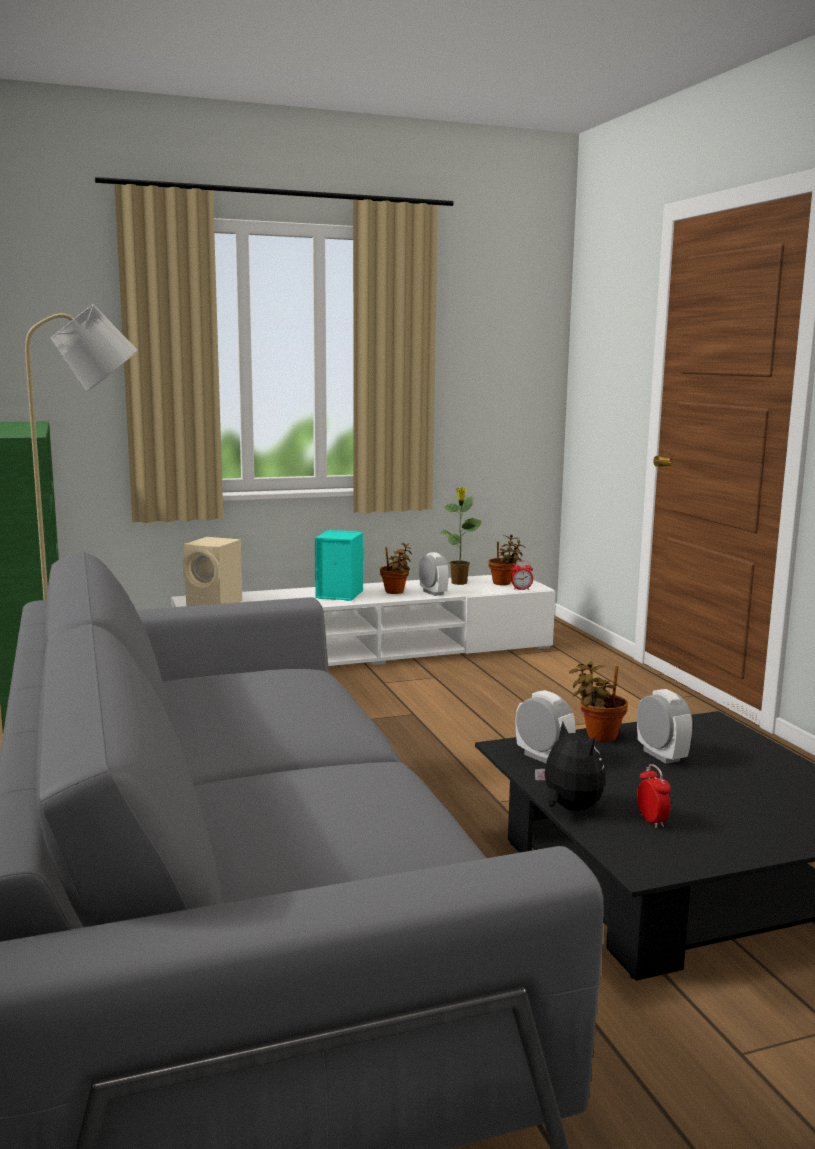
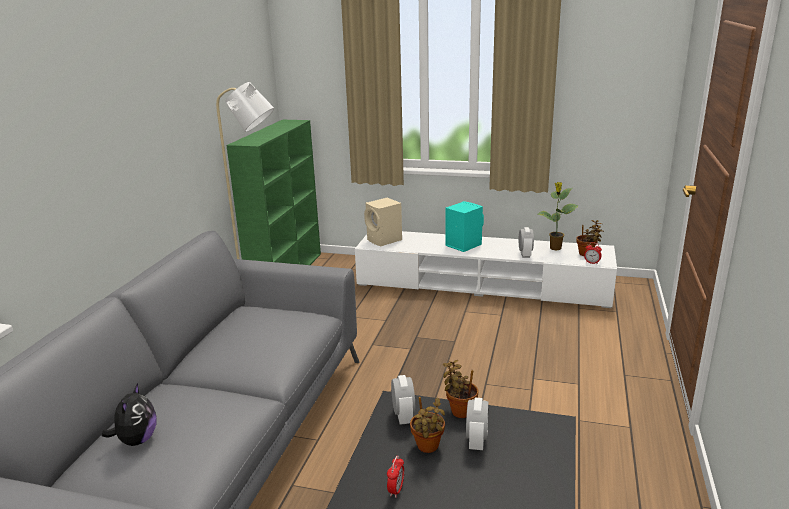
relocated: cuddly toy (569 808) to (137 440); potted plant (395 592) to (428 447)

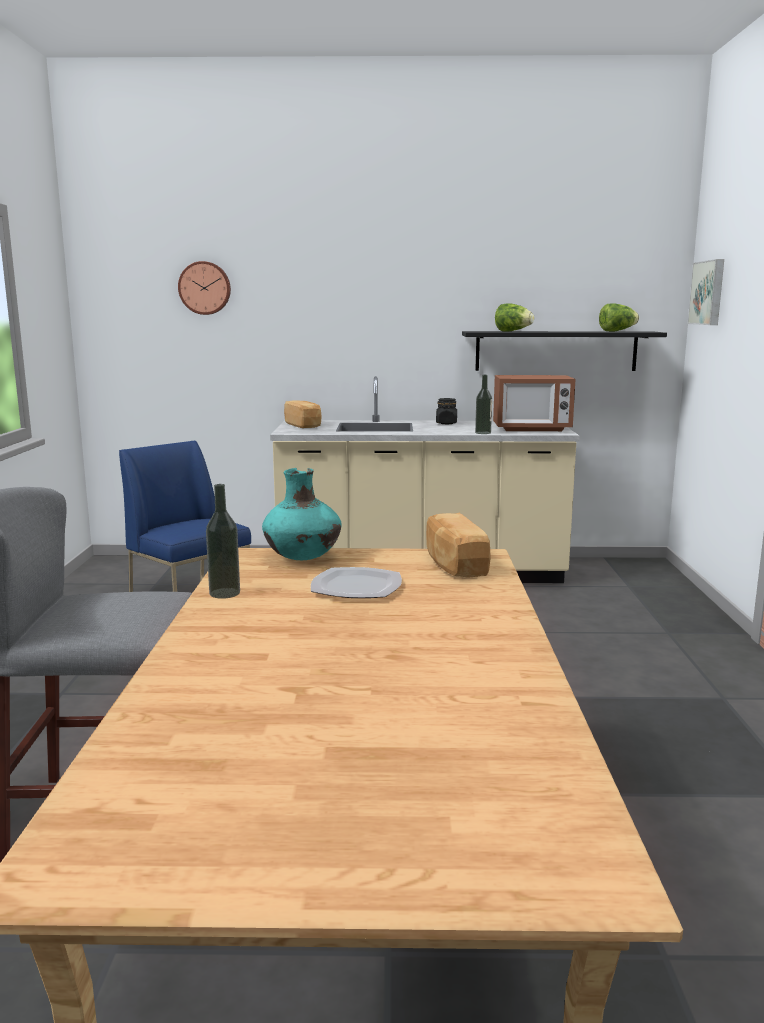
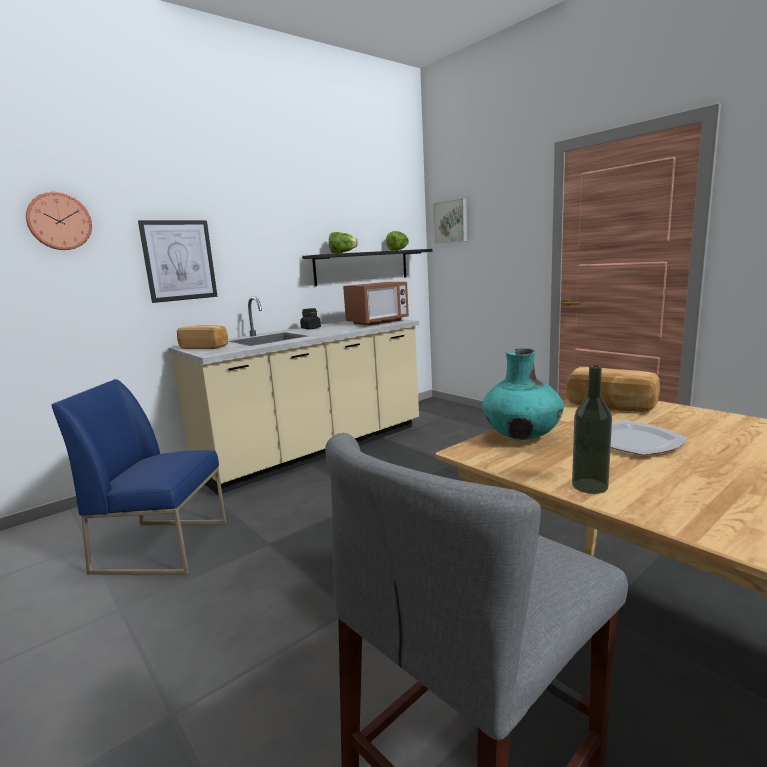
missing: beverage bottle (483 433)
appeared: wall art (179 260)

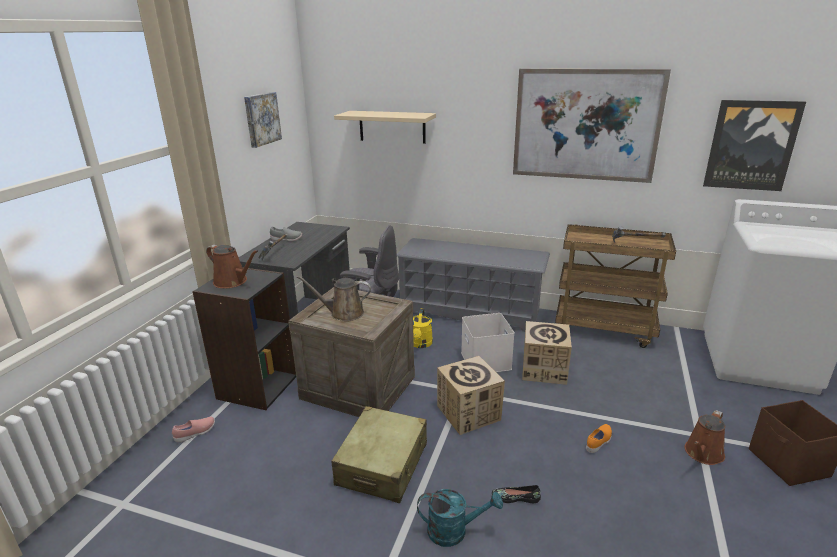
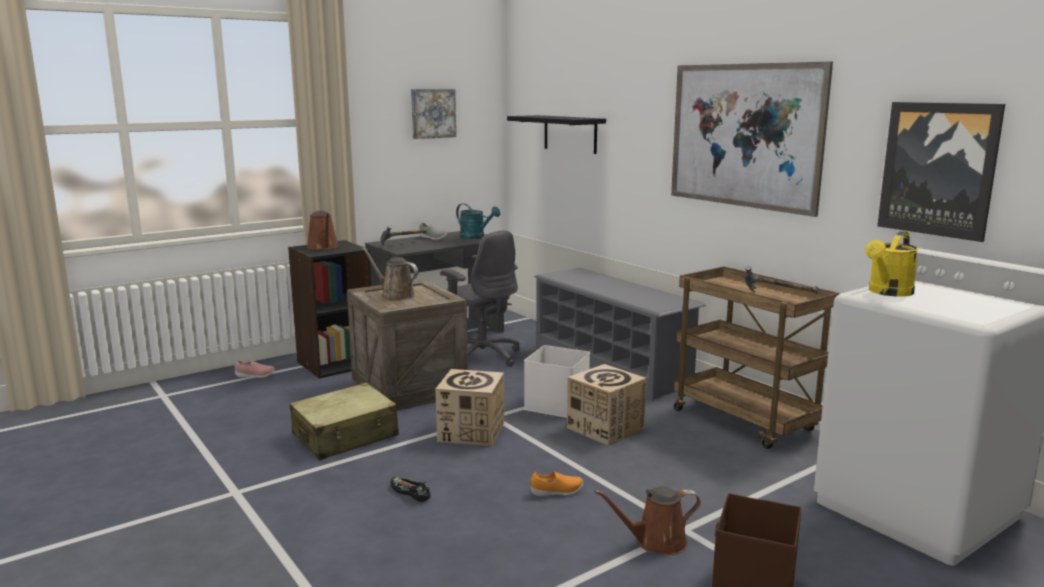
relocated: turquoise sprinkling can (454 531) to (476 237); yellow-coloured sprinkling can (420 344) to (888 292)
colour: sand-coloured shelf (392 127) to blackish shelf (570 134)

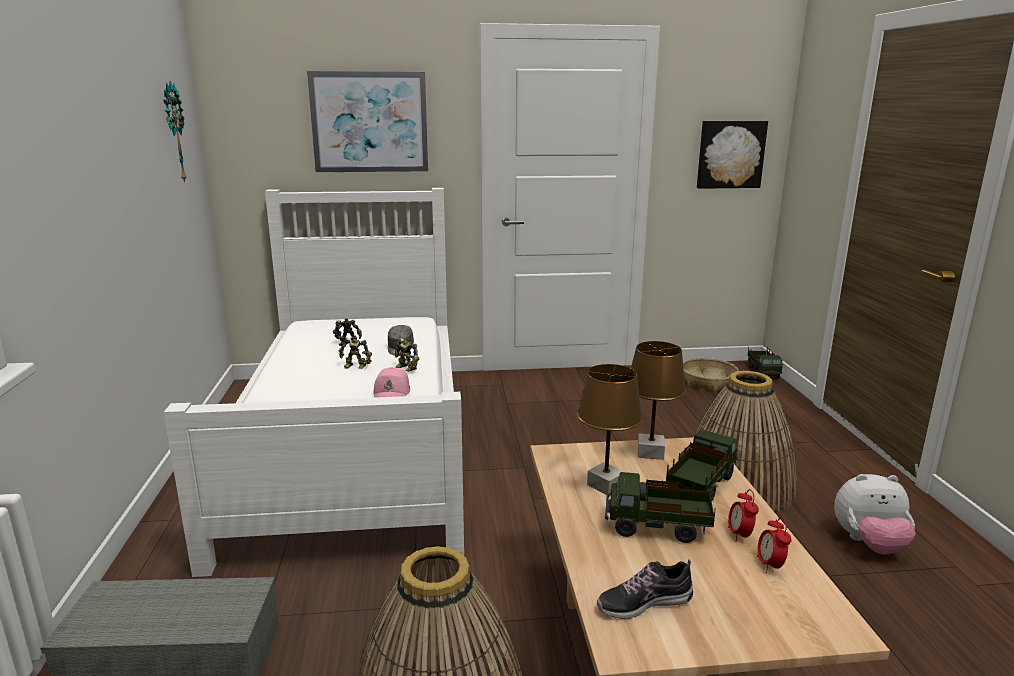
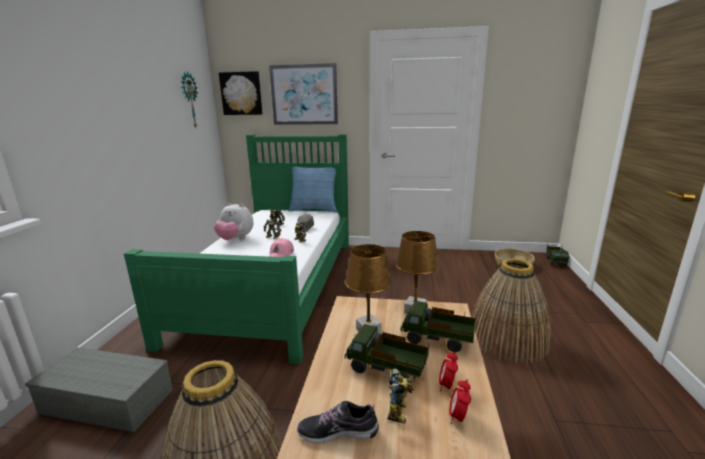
appeared: throw pillow (314 209); robot figure (400 411)
relocated: cuddly toy (869 544) to (235 239); wall art (730 154) to (241 93)
colour: white-coloured bed (355 446) to green bed (274 284)
spun: model truck (700 485) = (437 340) 120 degrees counterclockwise

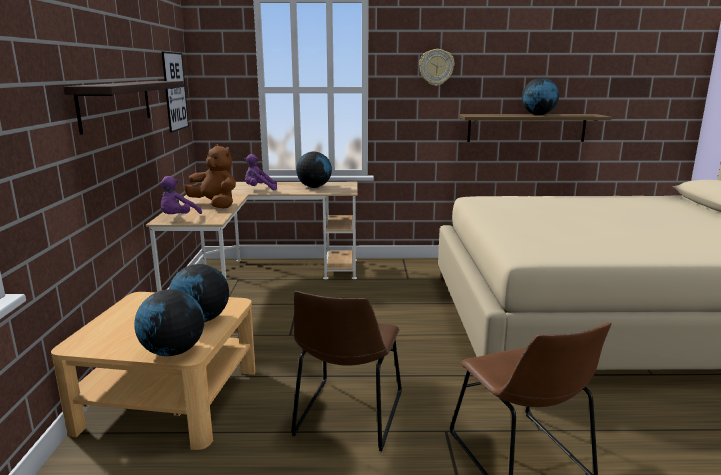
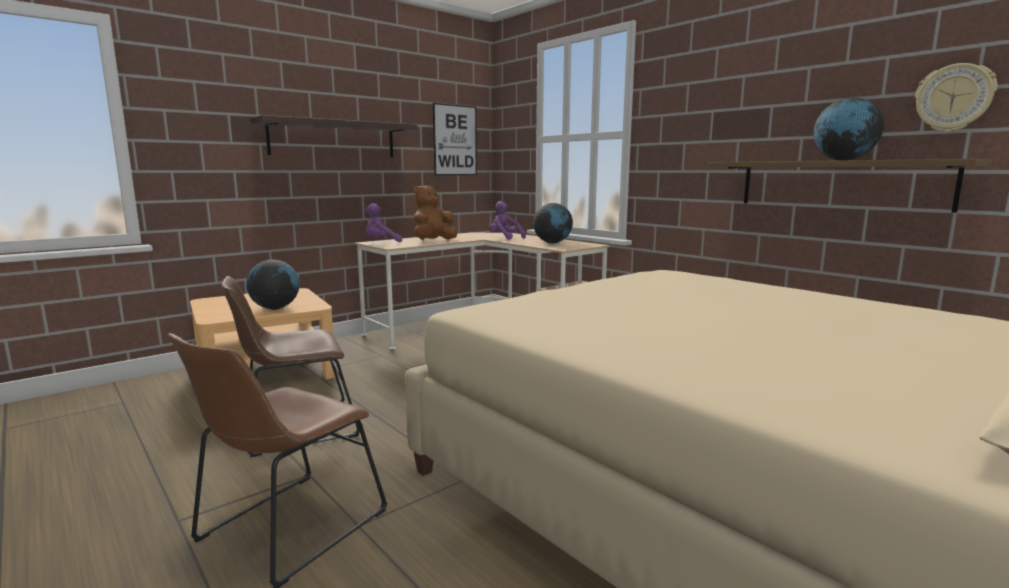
missing: globe (173 352)
relocated: clock on the wall (436 67) to (954 98)
spun: brownish cuddly toy (215 205) = (433 241) 135 degrees counterclockwise

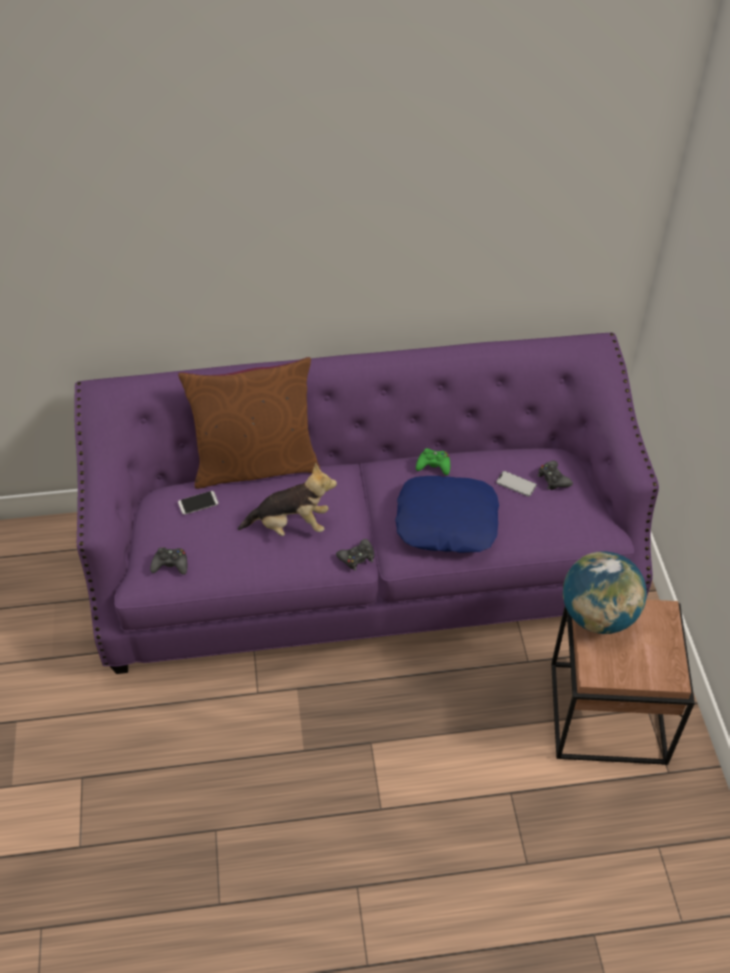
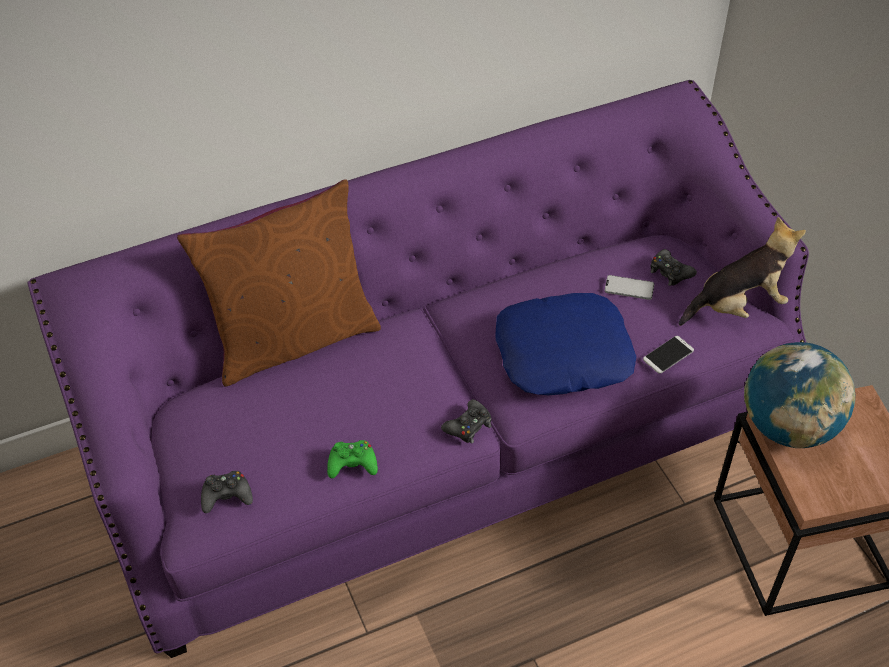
relocated: green game controller (433 465) to (352 463); phone (198 503) to (668 355); cuddly toy (291 525) to (737 306)

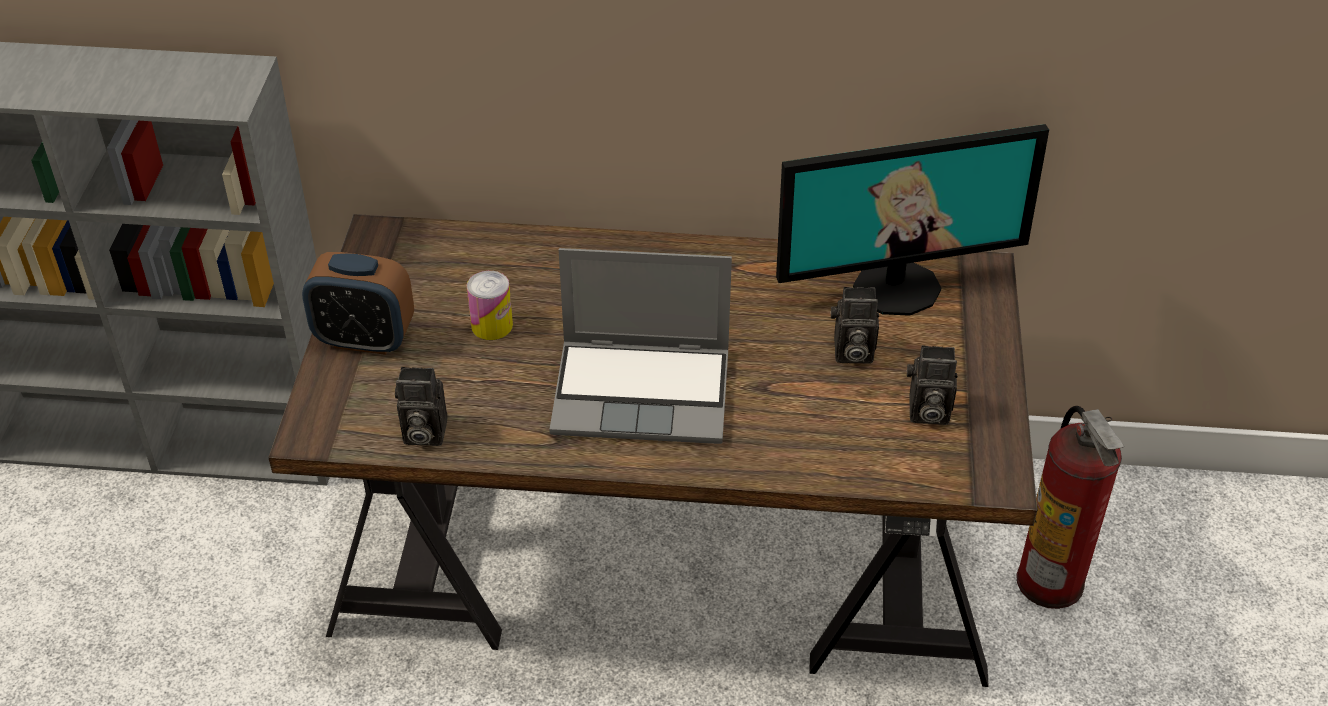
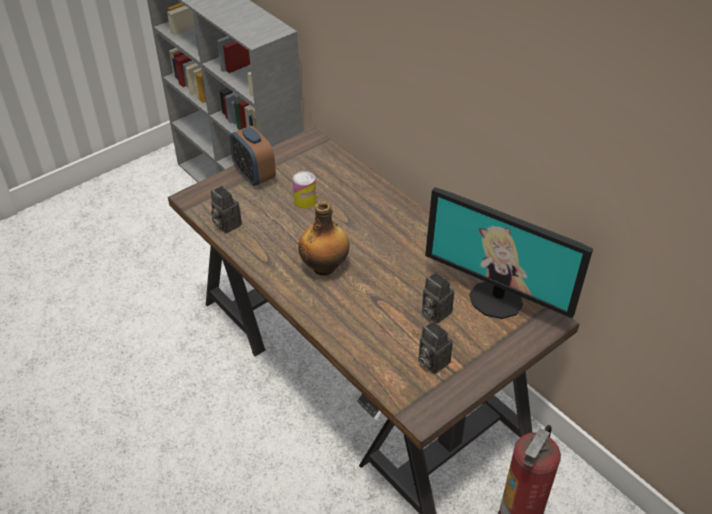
exchanged: laptop (644 392) to beverage bottle (325 267)

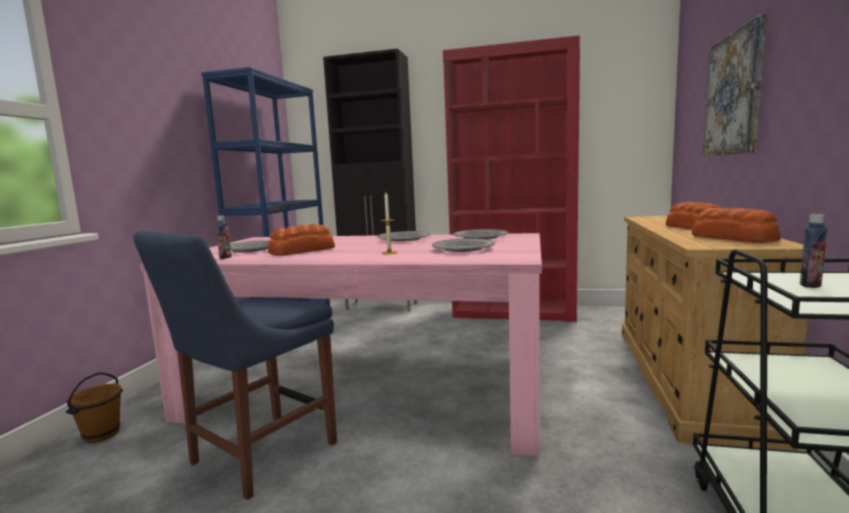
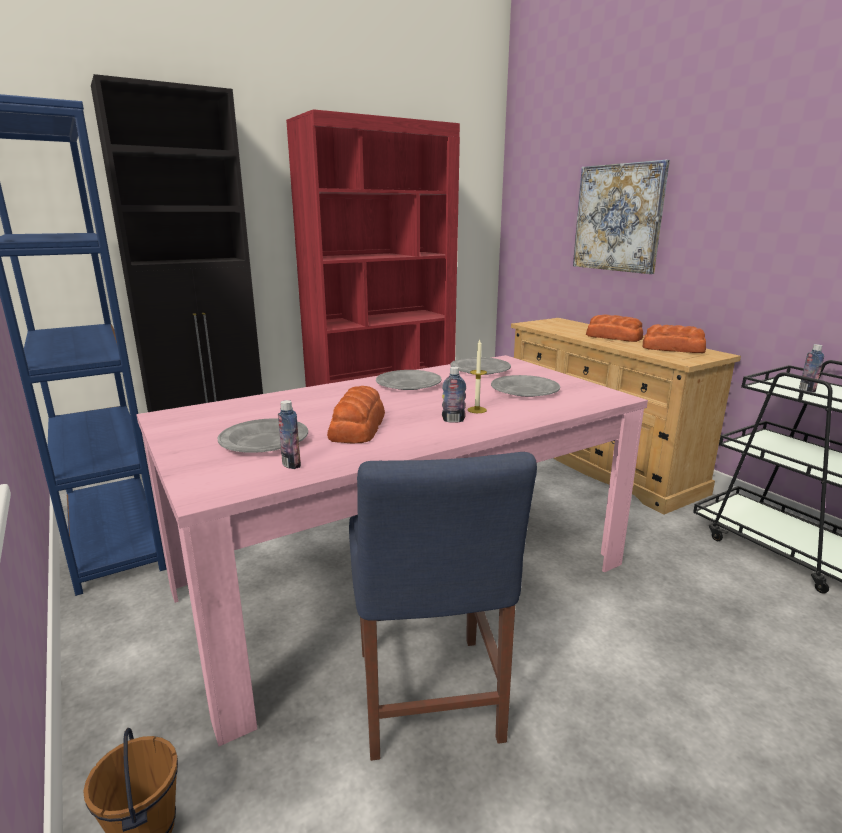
appeared: beverage bottle (453 420)

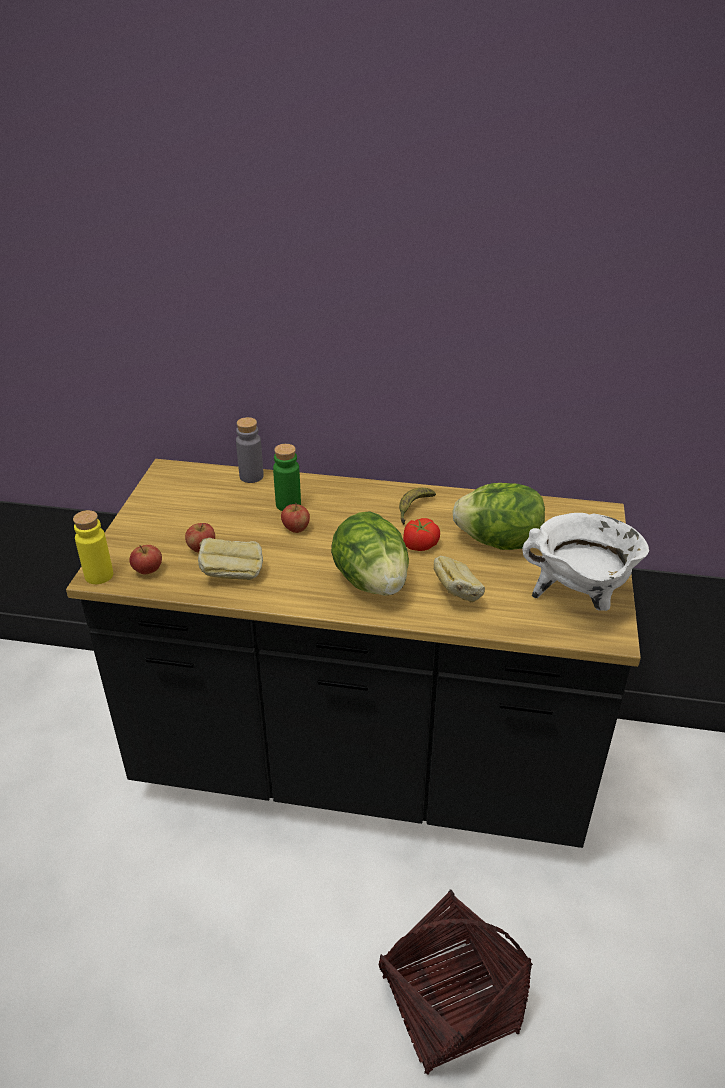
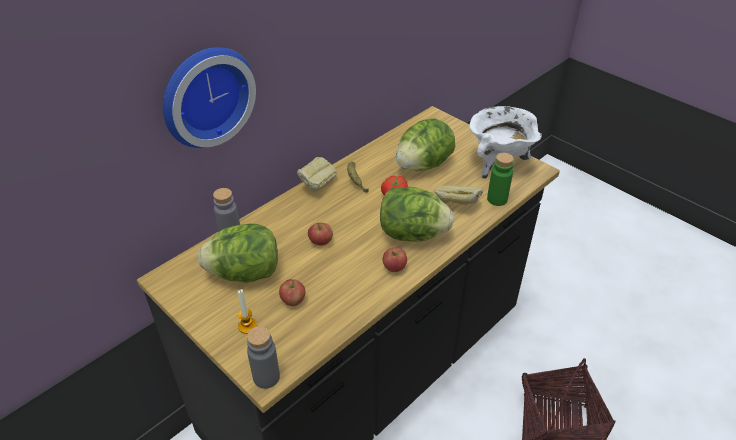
appeared: clock on the wall (205 95); lettuce (245 273); wax light (247 326)
relocated: baked bread (232 575) to (317 186); whole apple (148 571) to (394 268); green beverage bottle (288 504) to (497 199)
colour: yellow-coloured beverage bottle (99 575) to greyish beverage bottle (266 377)

